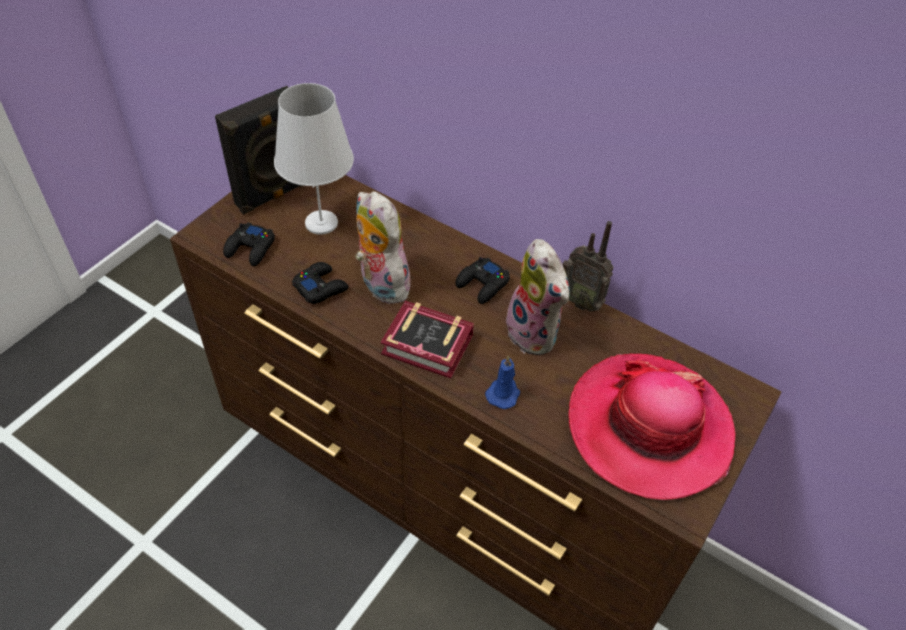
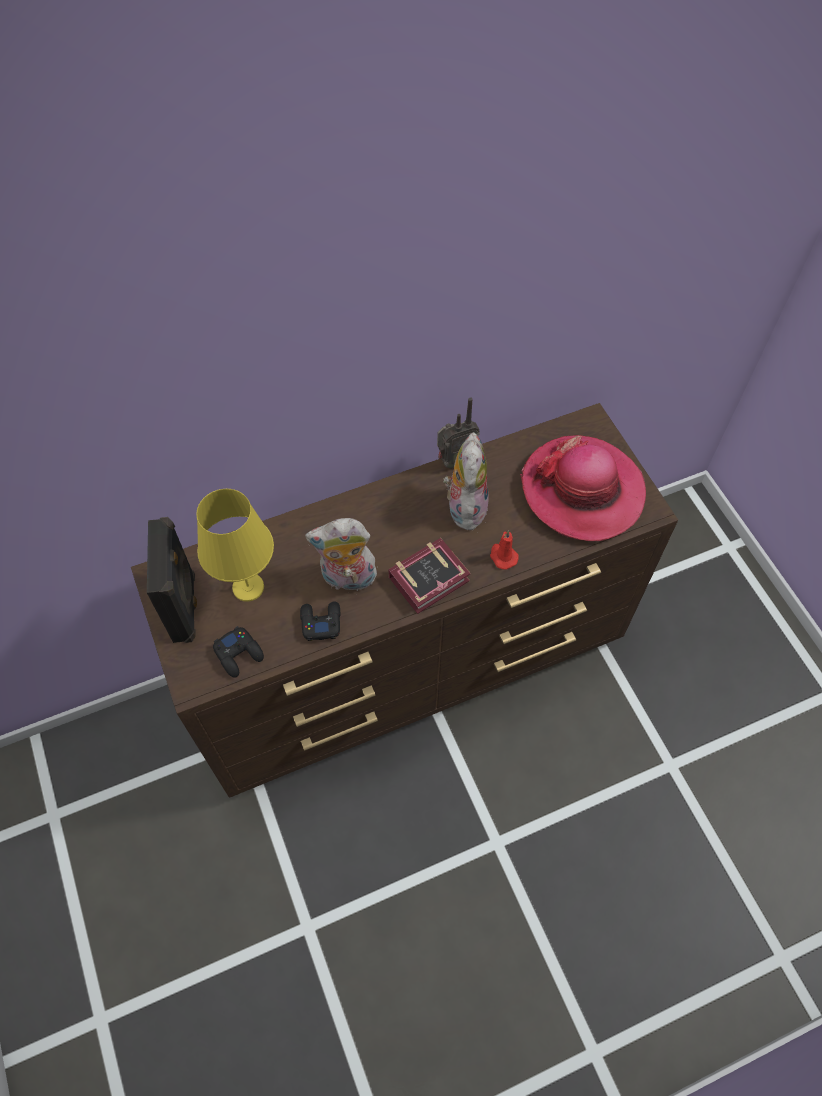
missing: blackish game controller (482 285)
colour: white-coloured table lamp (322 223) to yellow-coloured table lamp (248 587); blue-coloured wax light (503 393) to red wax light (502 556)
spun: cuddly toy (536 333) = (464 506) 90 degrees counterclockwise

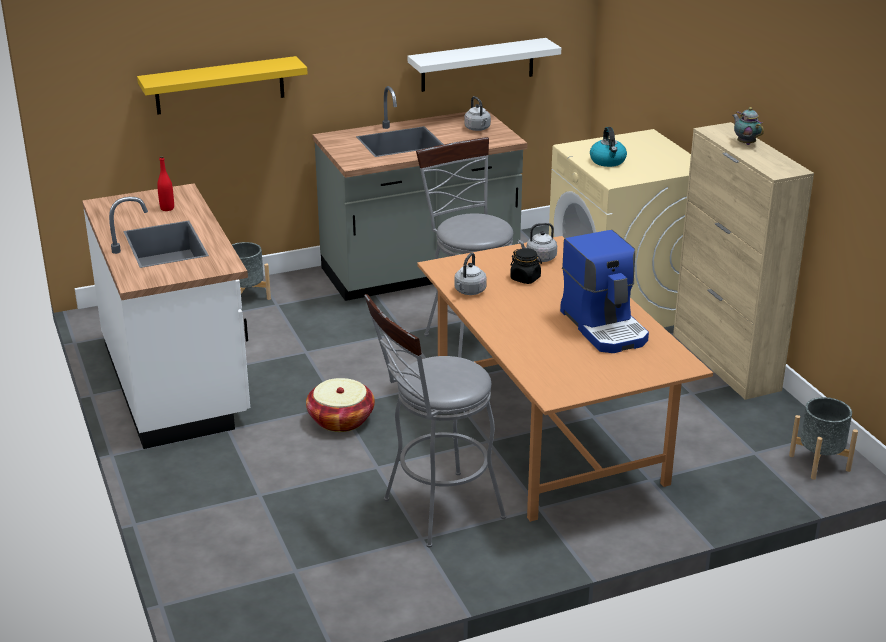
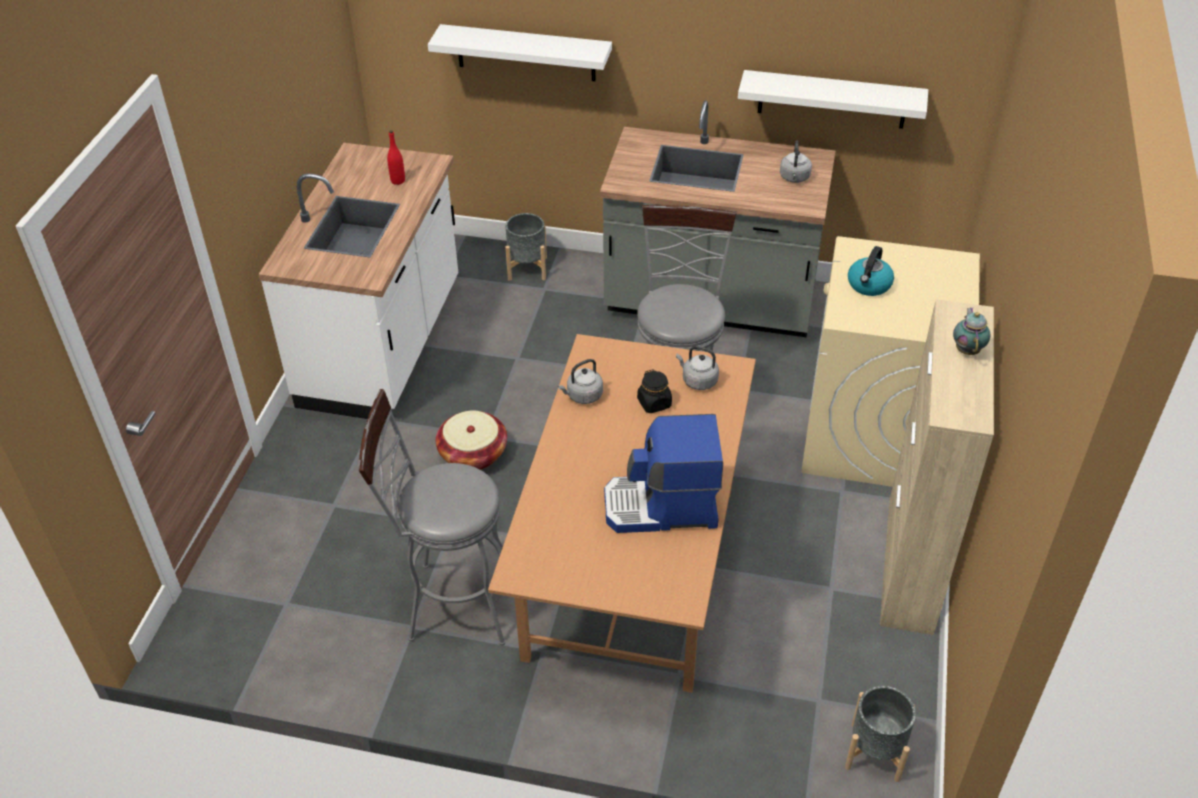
colour: yellow-coloured shelf (219 85) to white-coloured shelf (526 53)
spun: coffee machine (605 327) = (662 508) 75 degrees clockwise

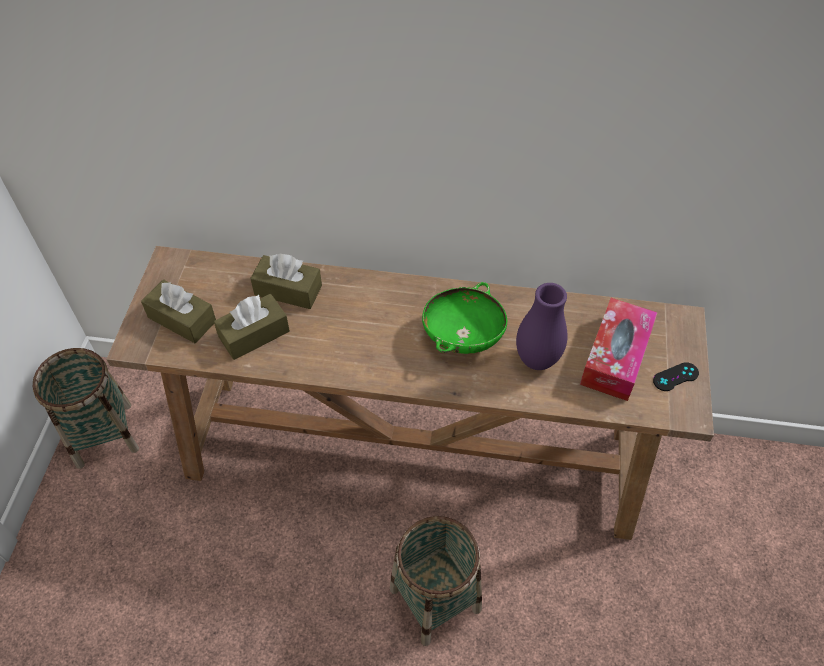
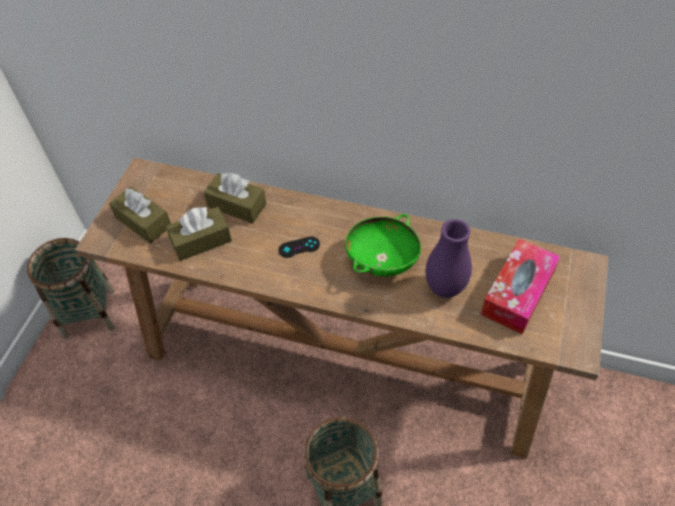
relocated: blackish game controller (675 377) to (299 247)

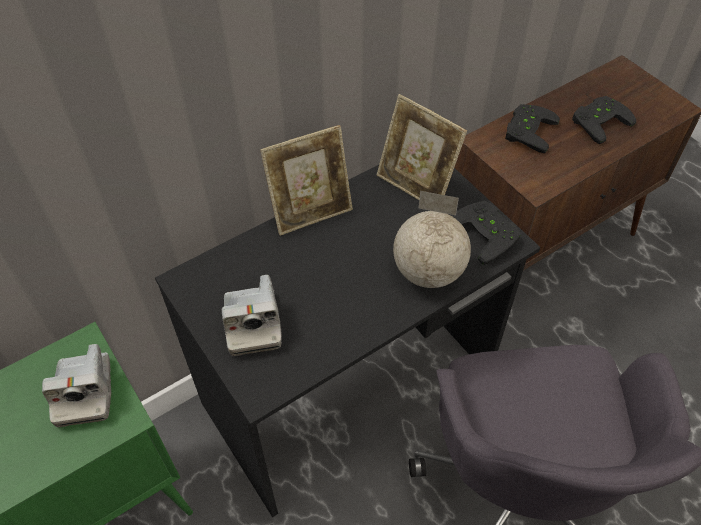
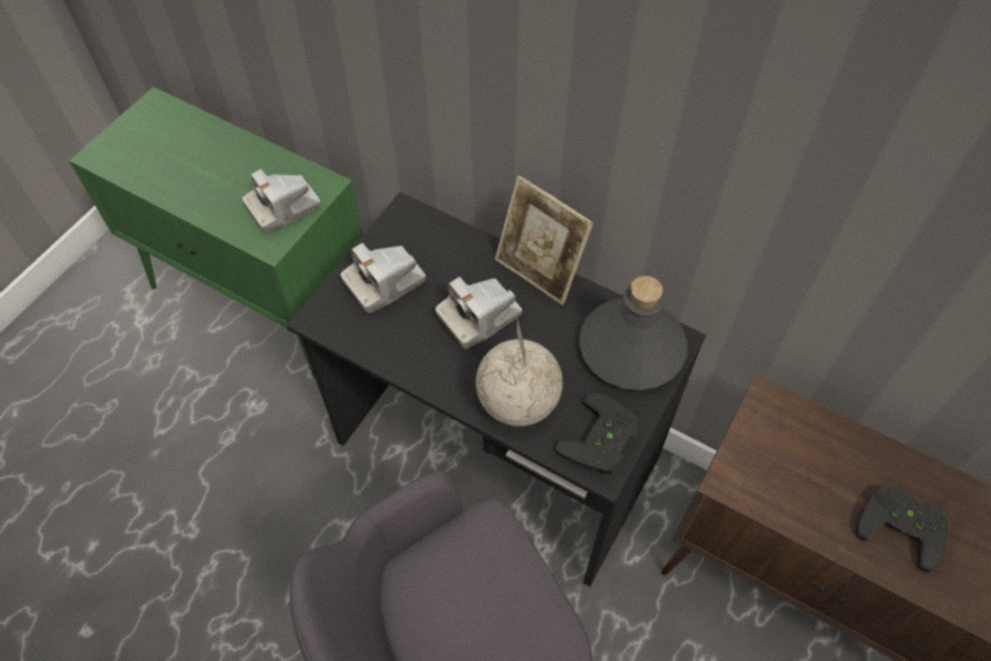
missing: blackish game controller (526 130)
appeared: photo camera (479 317)
exchanged: photo frame (416 185) to greyish beverage bottle (632 349)

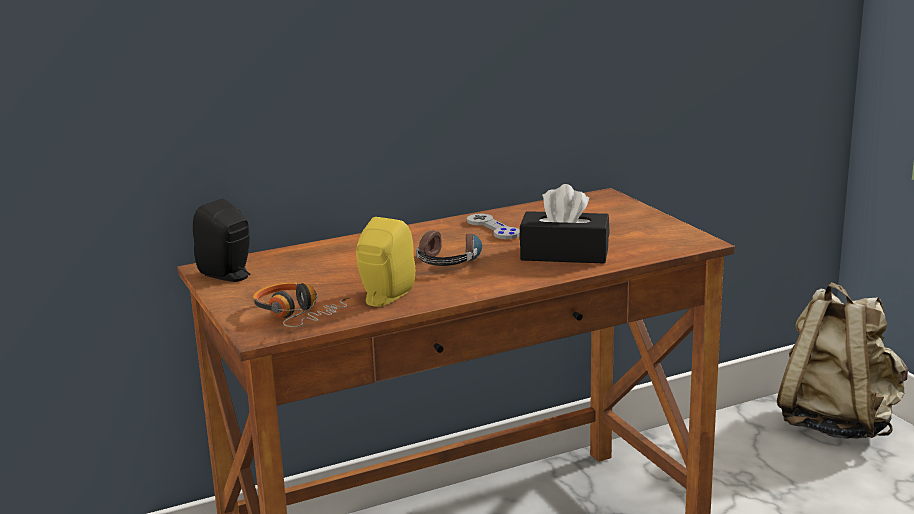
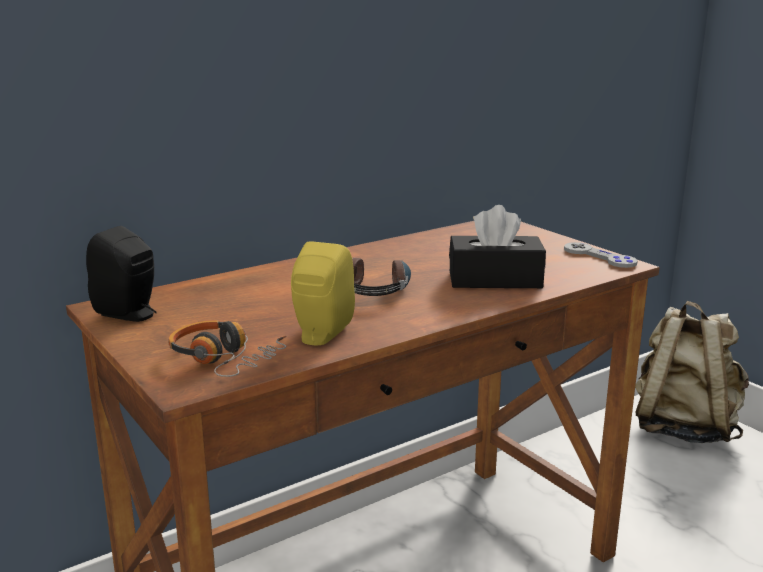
relocated: greyish game controller (493 228) to (599 257)

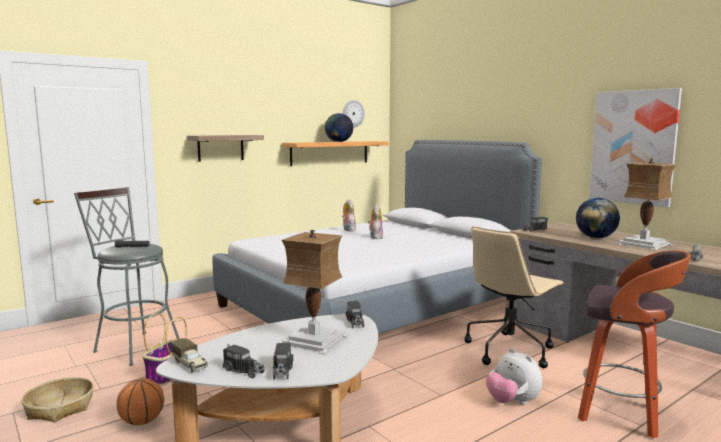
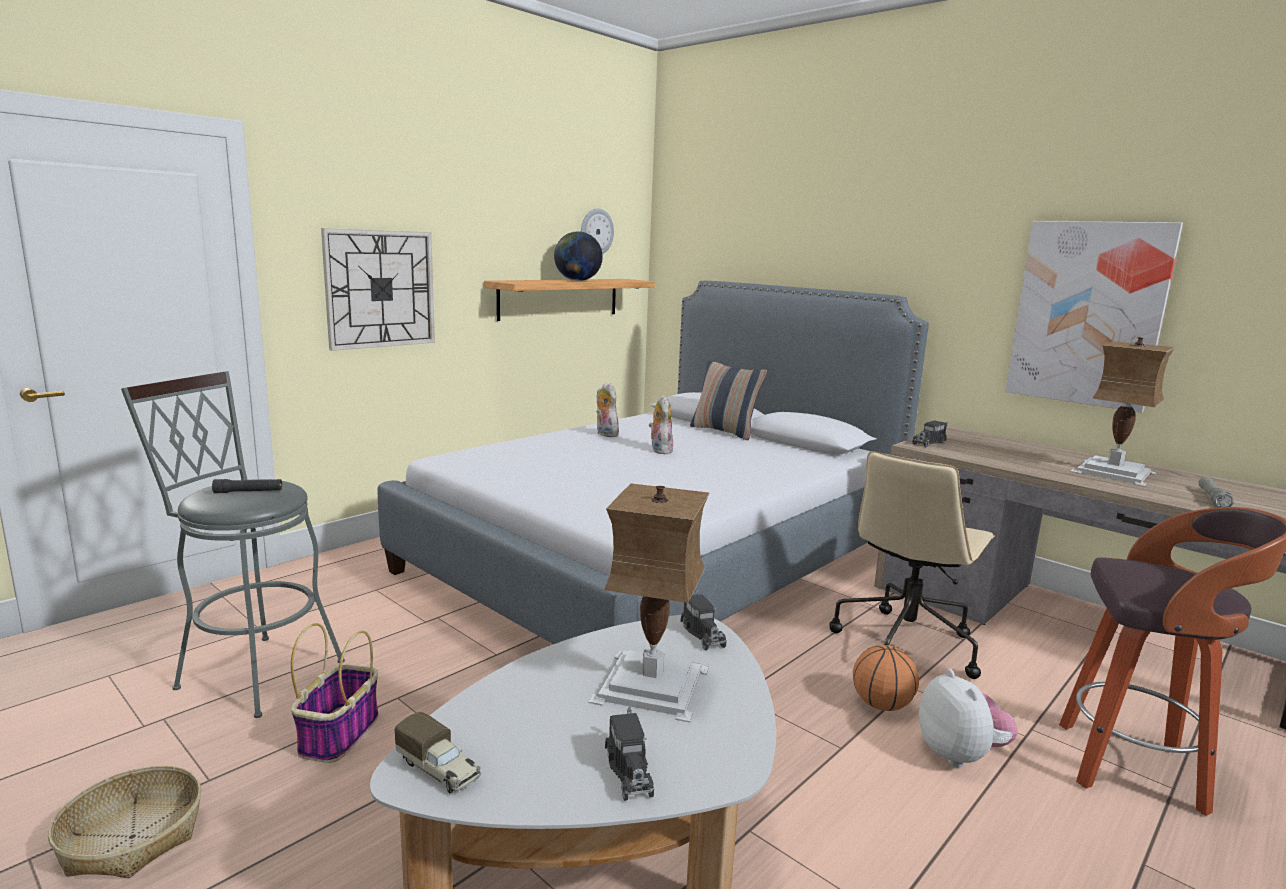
missing: model truck (242 370); globe (595 237)
appeared: throw pillow (724 431)
relocated: ball for basketball (142 422) to (881 705)
exchanged: shelf (220 148) to clock on the wall (380 289)
spun: cuddly toy (512 402) = (960 755) 150 degrees counterclockwise

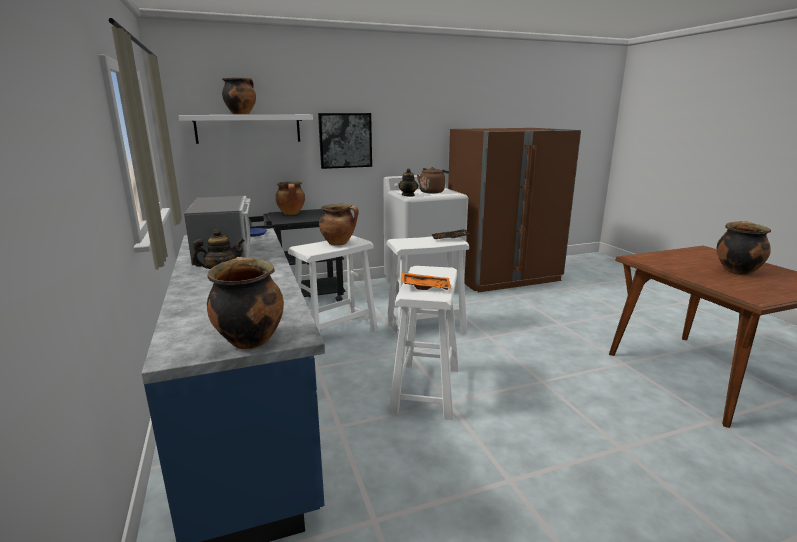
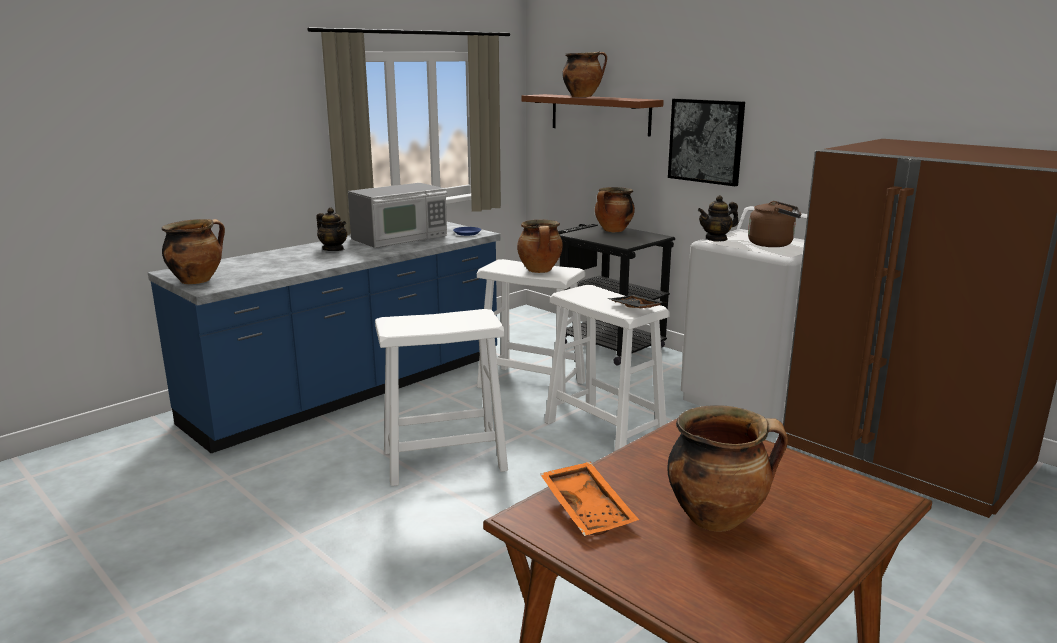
relocated: orange tray (425 287) to (589 509)
colour: white-coloured shelf (248 128) to brownish shelf (600 114)

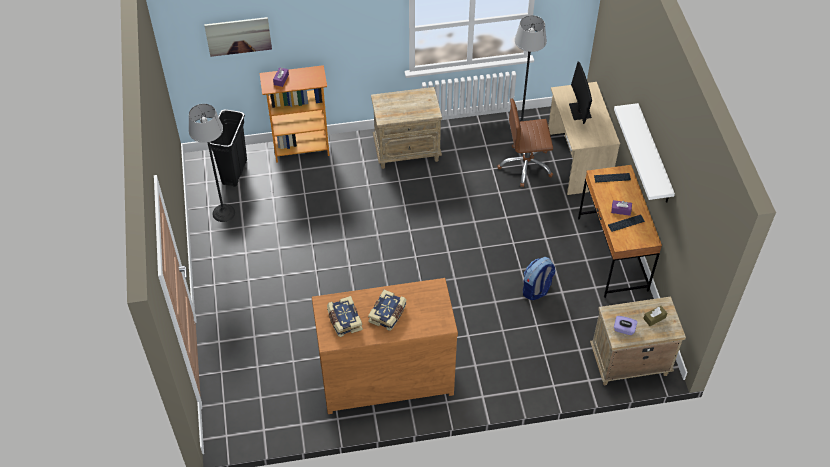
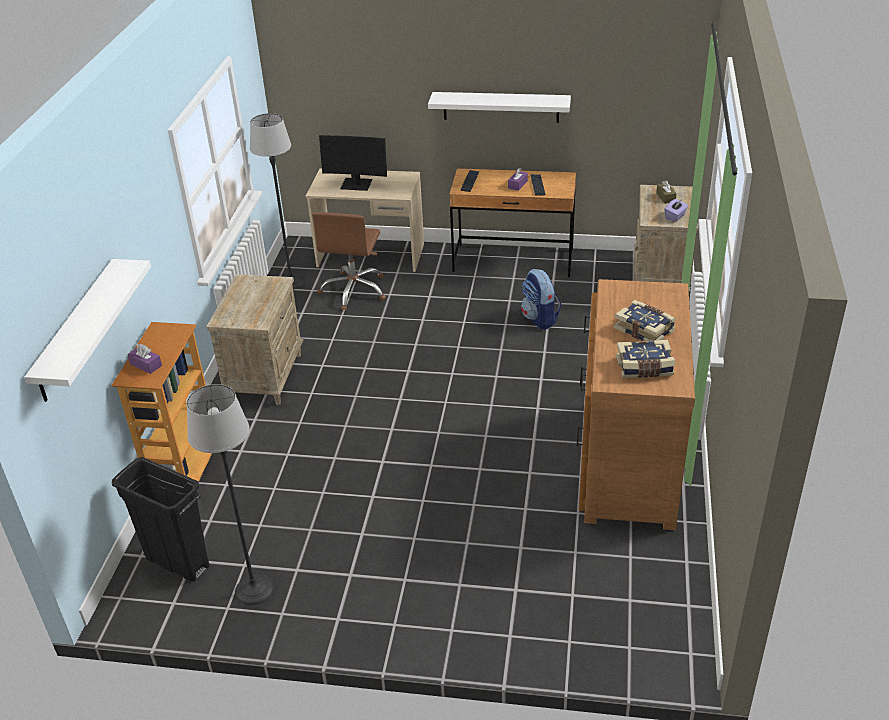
exchanged: wall art (238 36) to white-coloured shelf (76 330)

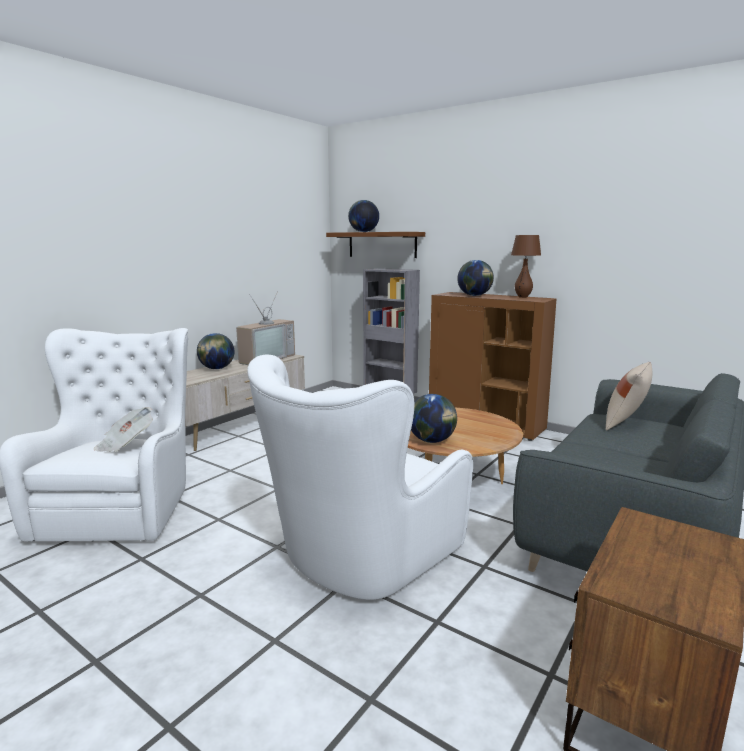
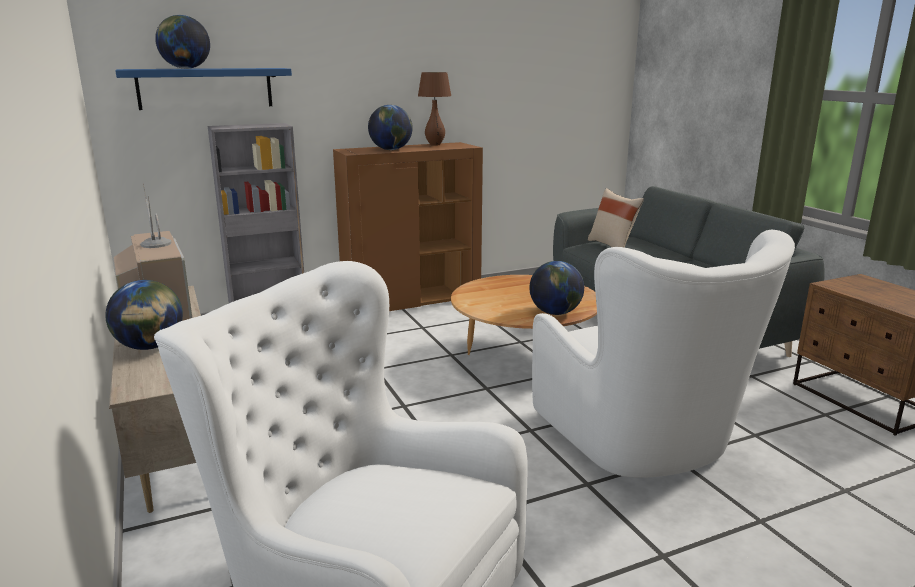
missing: daily paper (125 444)
colour: brownish shelf (382 245) to blue-coloured shelf (205 88)

